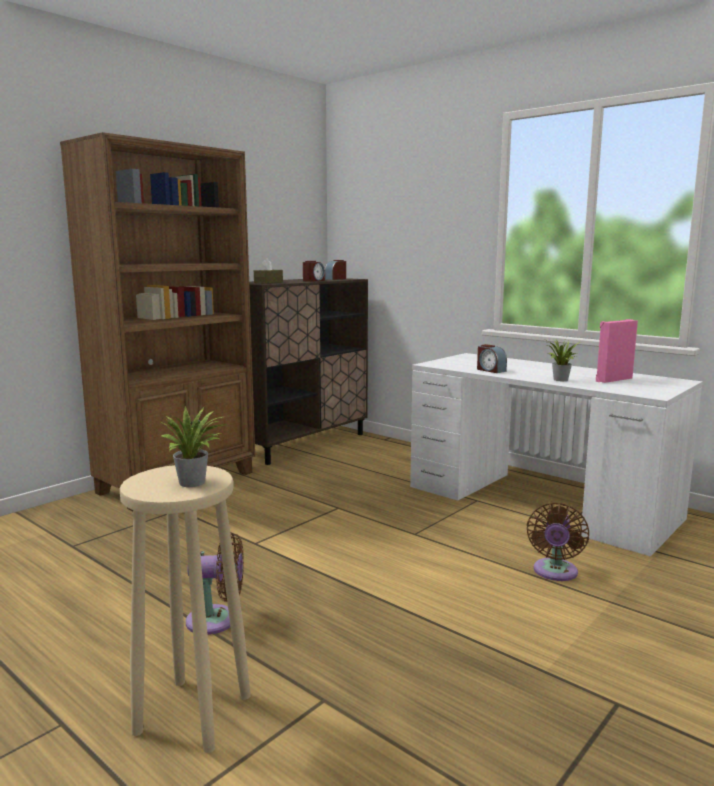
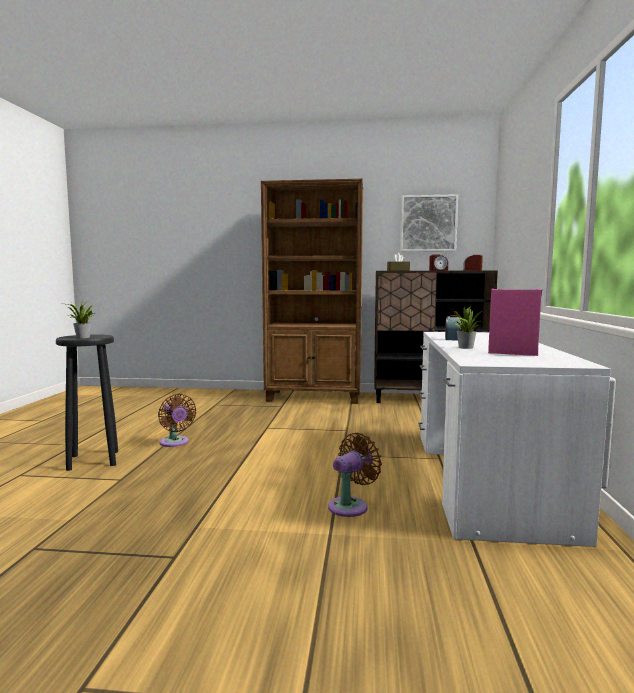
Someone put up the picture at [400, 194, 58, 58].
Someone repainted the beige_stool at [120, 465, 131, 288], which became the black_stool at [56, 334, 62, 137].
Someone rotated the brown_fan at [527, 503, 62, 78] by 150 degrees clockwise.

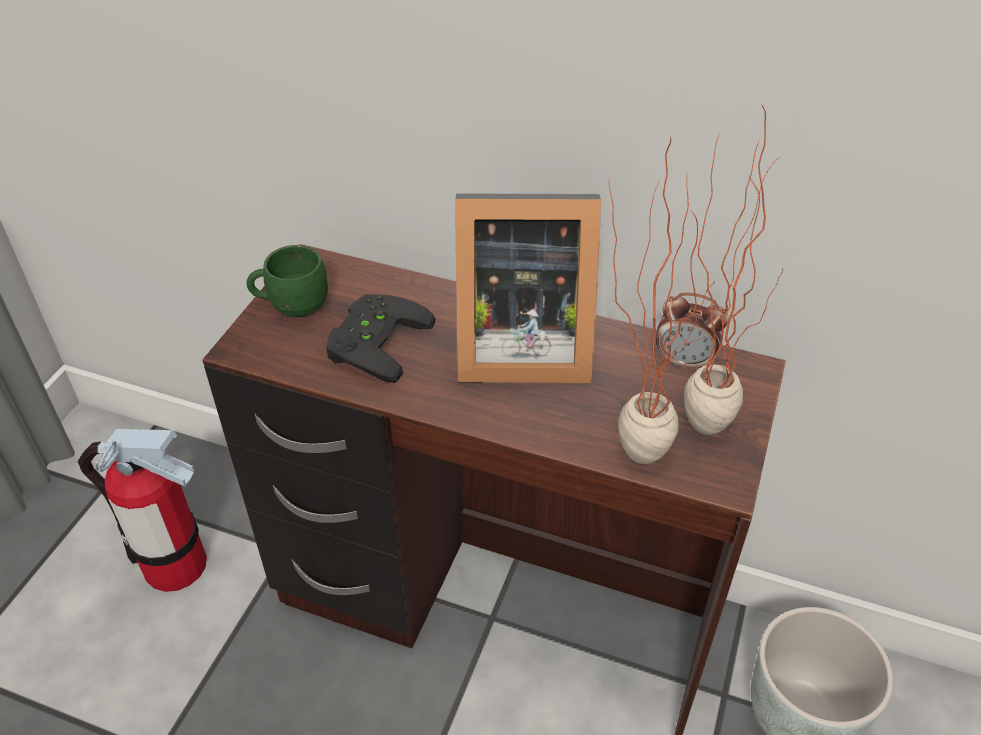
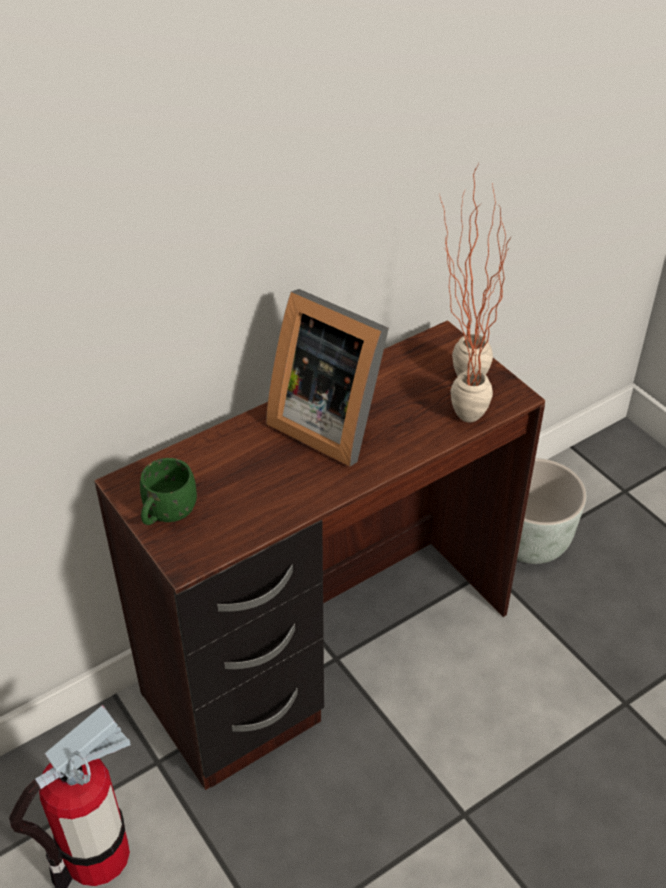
Someone took away the black_game_controller at [326, 294, 110, 89].
Someone took away the alarm_clock at [656, 293, 73, 75].
Someone rotated the picture_frame at [455, 193, 146, 190] by 90 degrees clockwise.

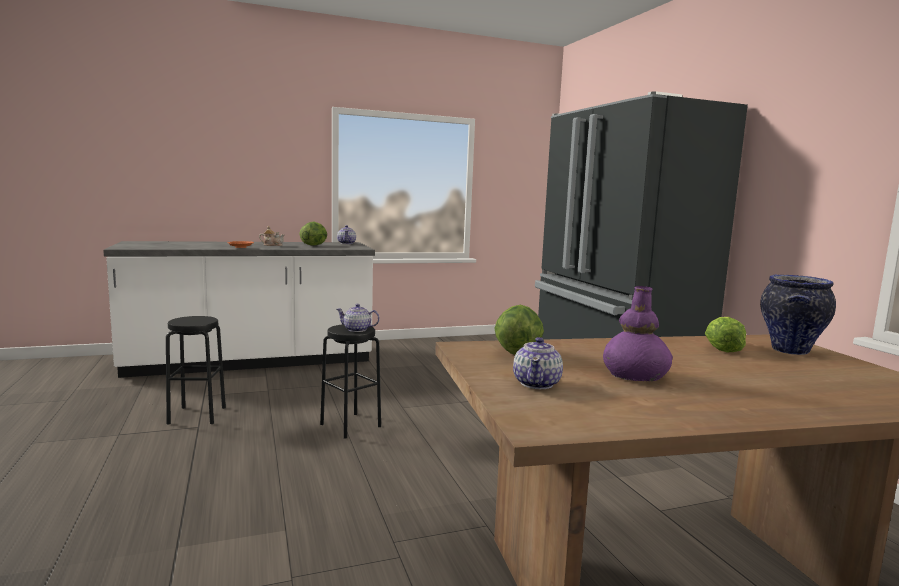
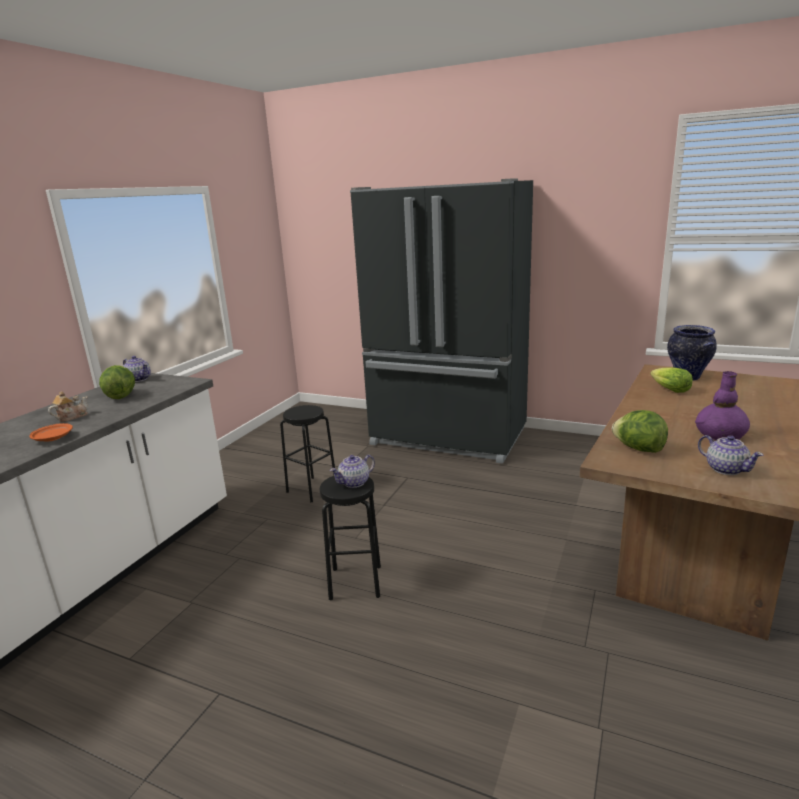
Someone carried the black_stool from [166, 316, 60, 109] to [280, 405, 55, 97].

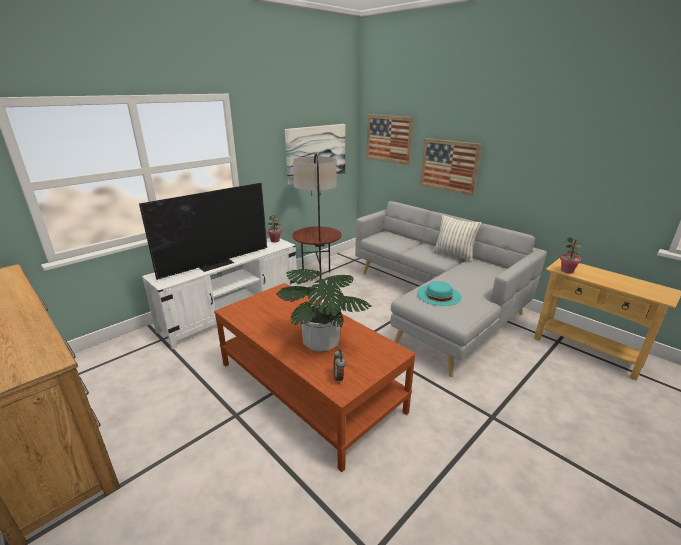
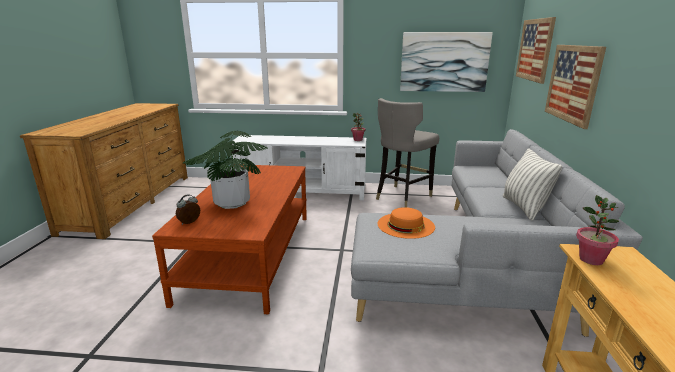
Someone took away the television at [139, 183, 128, 97].
Someone swapped the floor_lamp at [292, 153, 50, 126] for the grey_stool at [376, 98, 63, 109].
Someone repainted the turquoise_hat at [417, 281, 44, 25], which became the orange_hat at [377, 207, 58, 32].

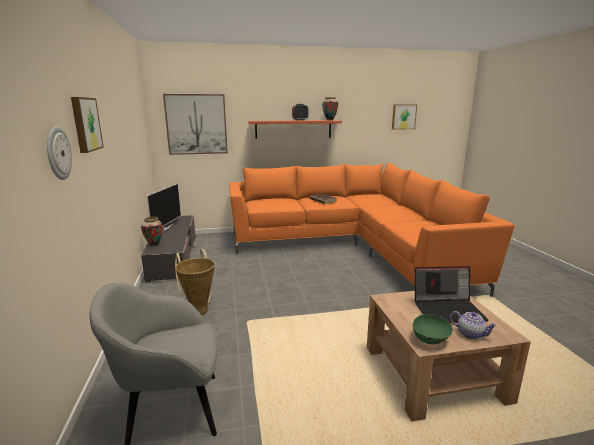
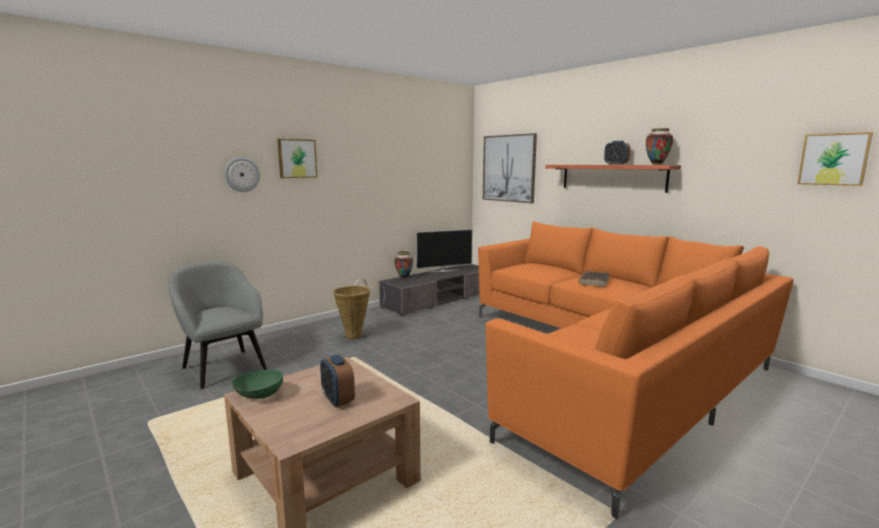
Someone took away the teapot at [450, 311, 48, 28].
Someone swapped the laptop at [415, 266, 73, 57] for the alarm_clock at [320, 355, 35, 52].

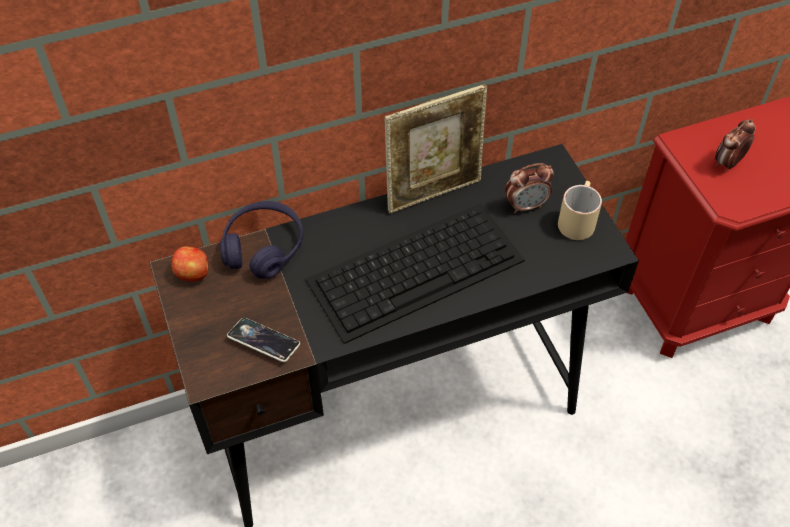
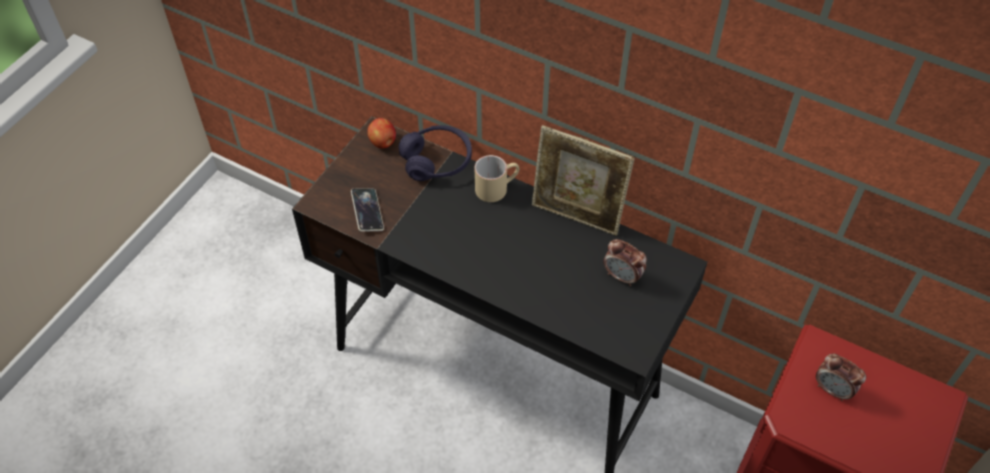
Someone took away the keyboard at [306, 203, 219, 141].
Someone carried the beige_mug from [558, 181, 44, 59] to [475, 155, 44, 47].
Someone rotated the alarm_clock at [715, 119, 41, 53] by 150 degrees counterclockwise.

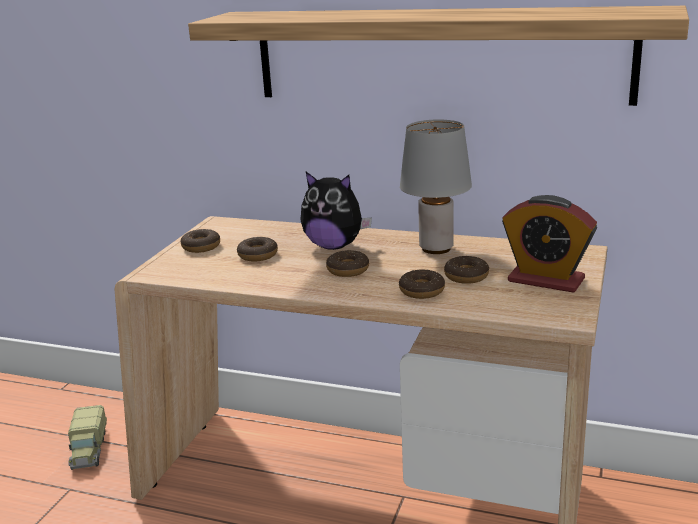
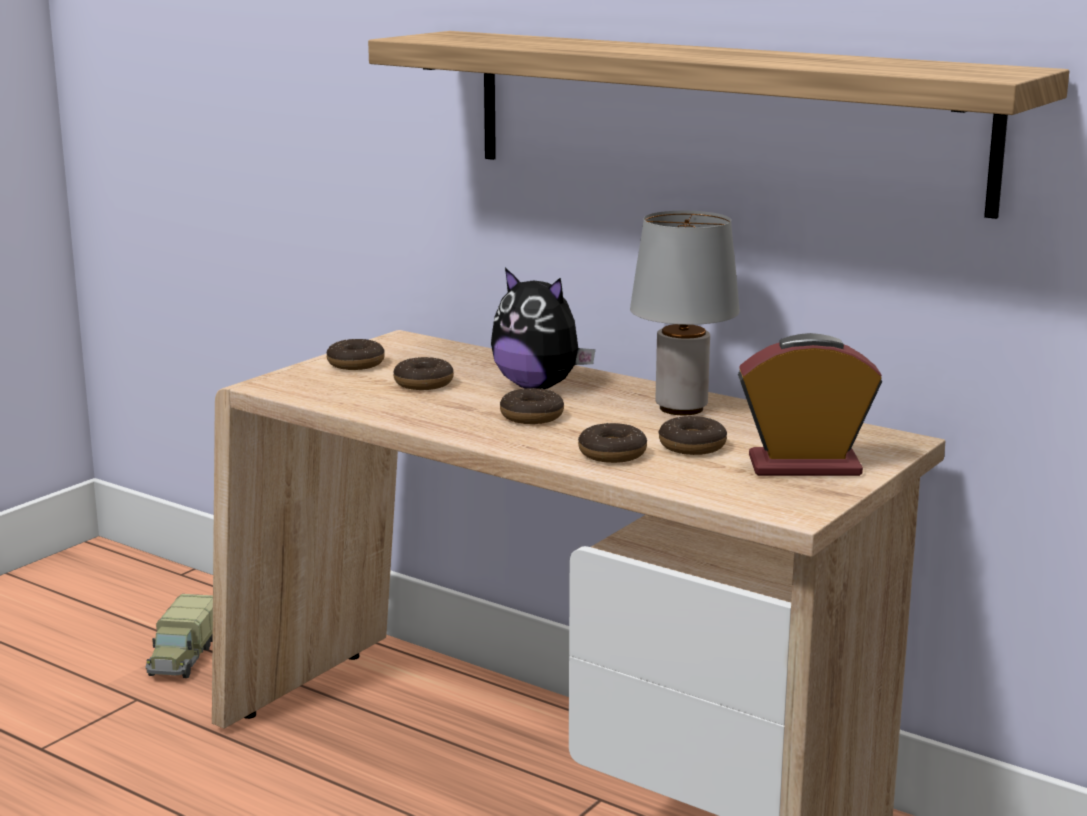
Someone rotated the alarm_clock at [502, 195, 95, 98] by 135 degrees clockwise.

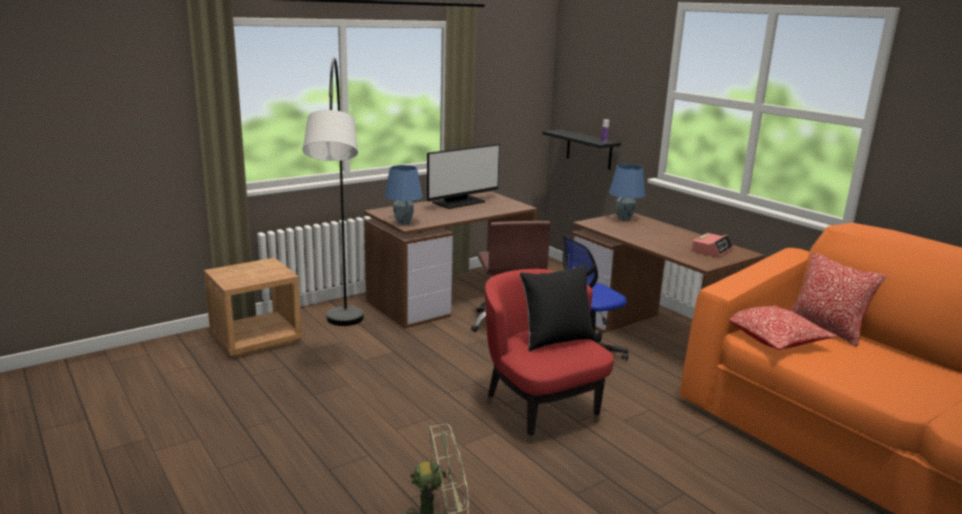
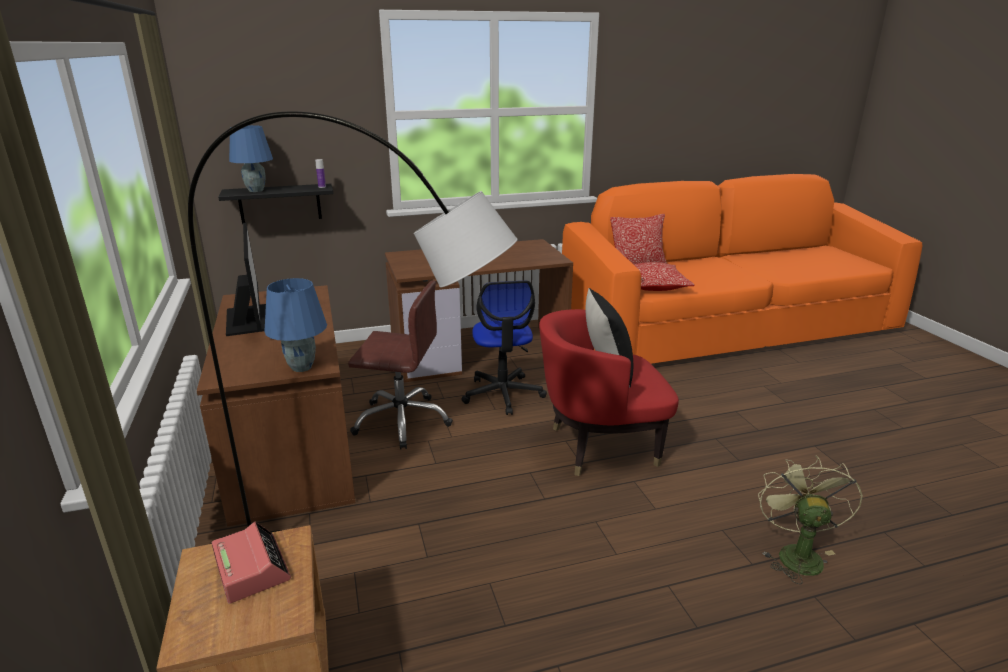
Someone carried the blue_table_lamp from [609, 164, 36, 57] to [229, 125, 44, 67].
Someone carried the alarm_clock from [692, 233, 42, 25] to [212, 522, 79, 82].

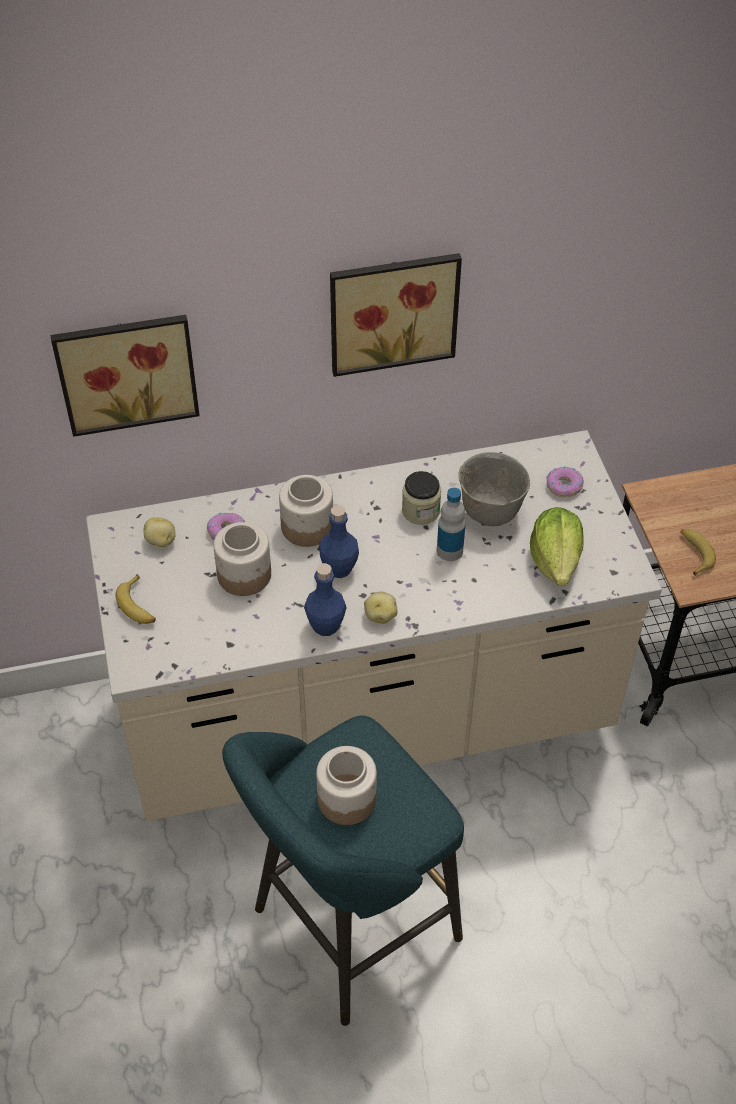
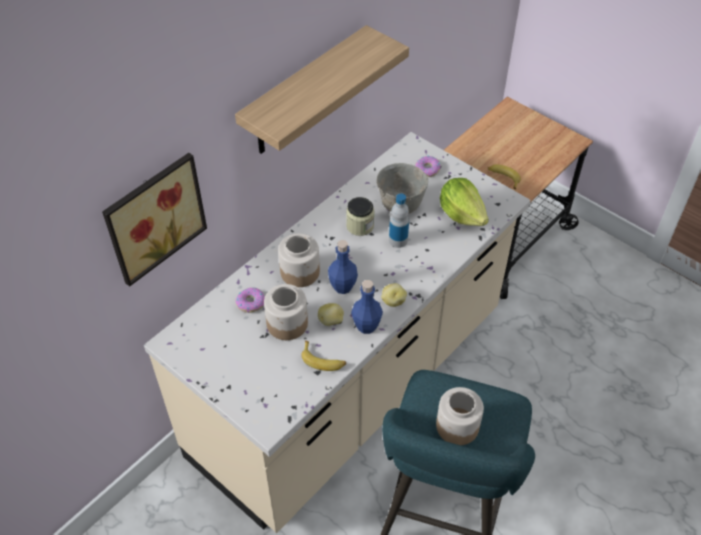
Someone carried the banana from [116, 574, 40, 50] to [301, 341, 45, 30].
Someone carried the potato from [143, 517, 33, 30] to [318, 303, 26, 23].
Someone swapped the picture at [330, 253, 132, 124] for the shelf at [235, 25, 174, 129].

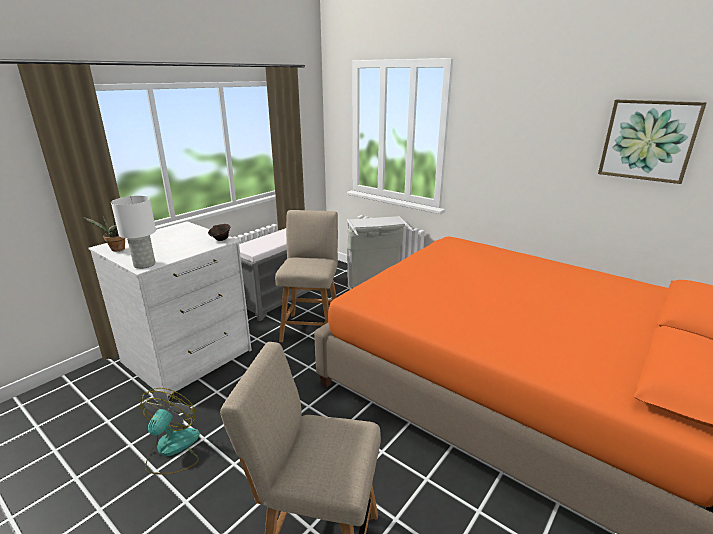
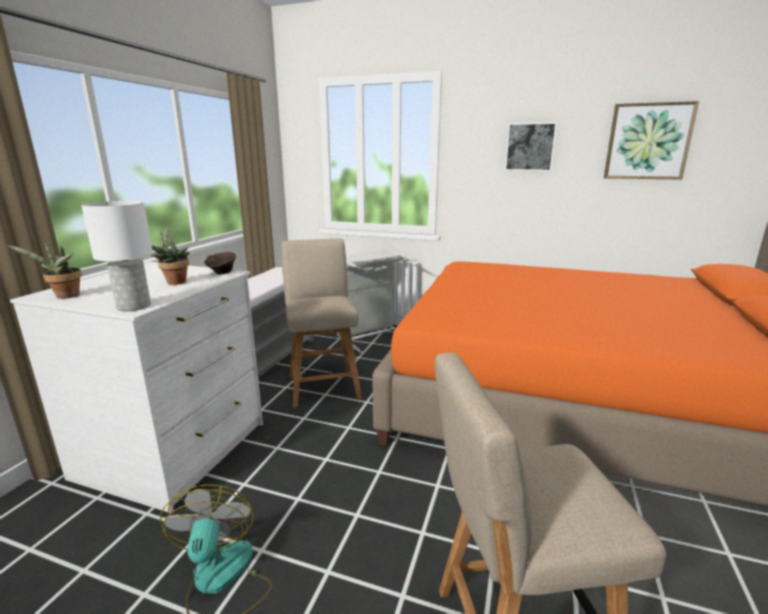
Someone put down the potted_plant at [151, 227, 38, 58].
Someone put up the picture at [504, 122, 53, 49].

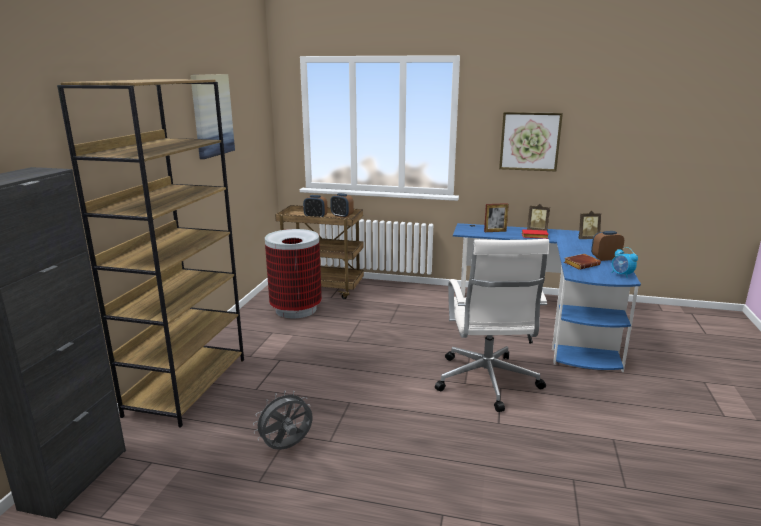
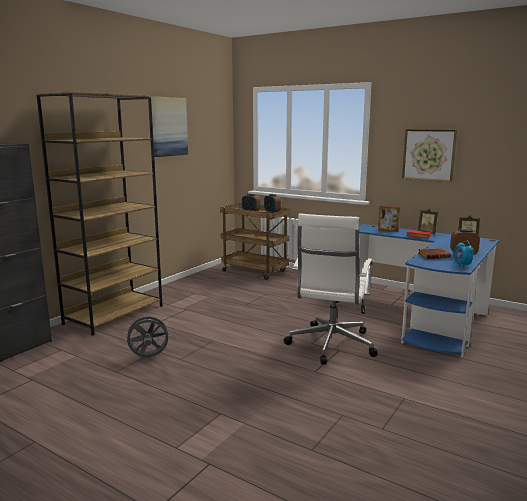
Someone took away the trash_can at [265, 229, 57, 89].

